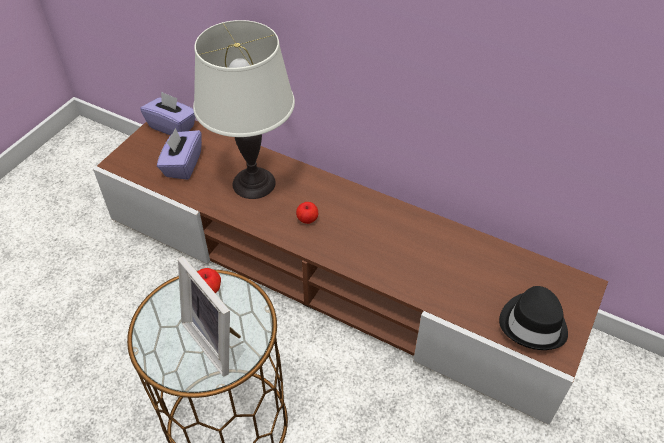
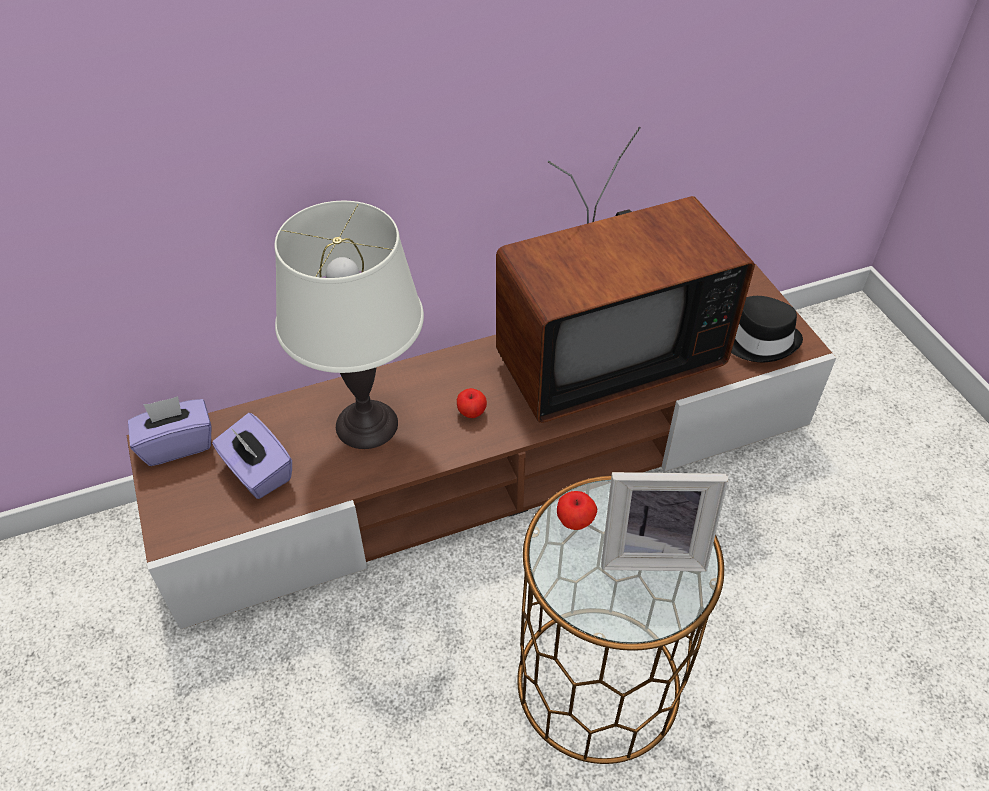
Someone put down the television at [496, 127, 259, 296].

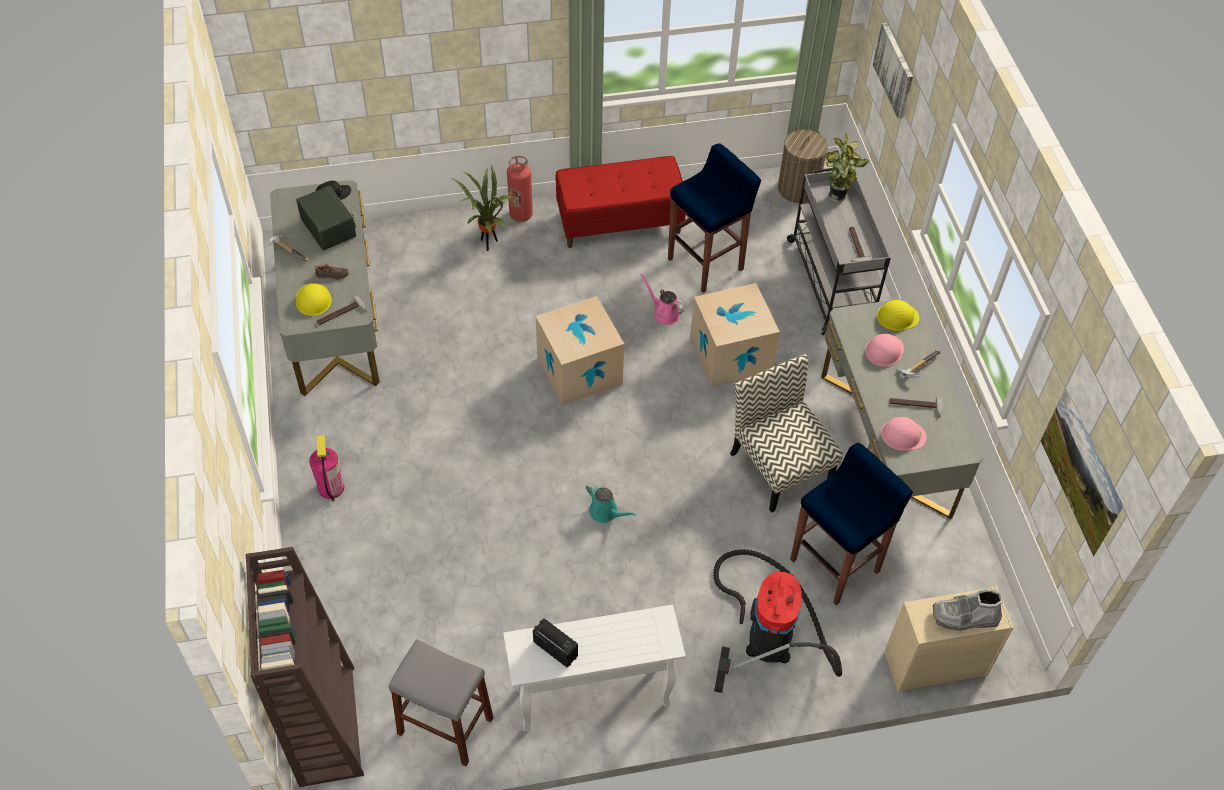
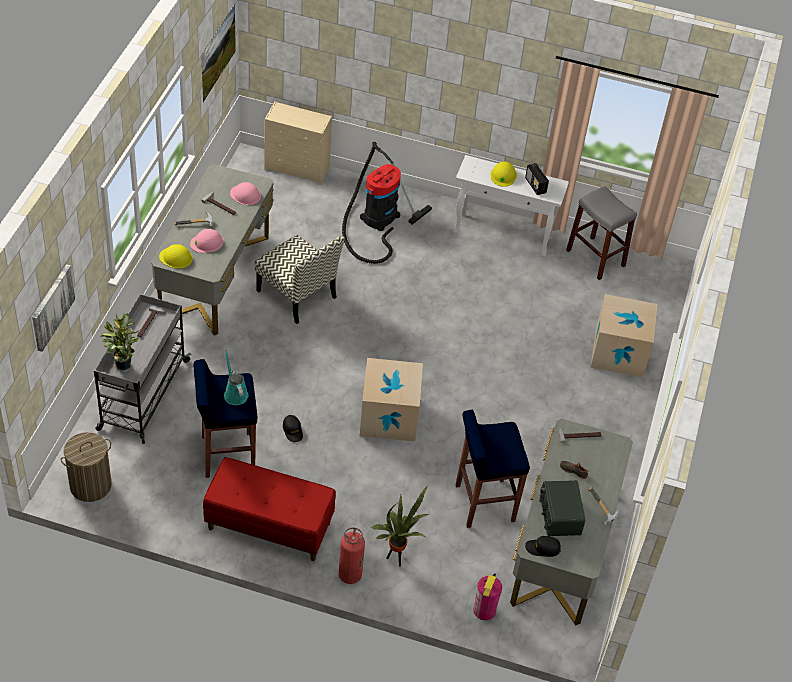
Someone took away the brown_bookcase at [245, 547, 119, 240].
Someone took away the grey_boot at [933, 589, 71, 42].
Someone carried the yellow_hard_hat from [296, 283, 36, 33] to [491, 161, 26, 26].
Someone carried the fire_extinguisher from [309, 435, 35, 66] to [473, 573, 29, 47].
Someone carried the turquoise_watering_can from [586, 483, 50, 40] to [224, 350, 24, 55].
Someone carried the cardboard_box from [690, 283, 90, 104] to [590, 294, 68, 84].
Someone carried the blue_stool from [790, 443, 123, 162] to [456, 410, 74, 118].
Someone swapped the pink_watering_can at [640, 273, 44, 52] for the black_cap at [283, 415, 20, 27].
Someone rotated the chair at [730, 354, 113, 159] by 45 degrees counterclockwise.

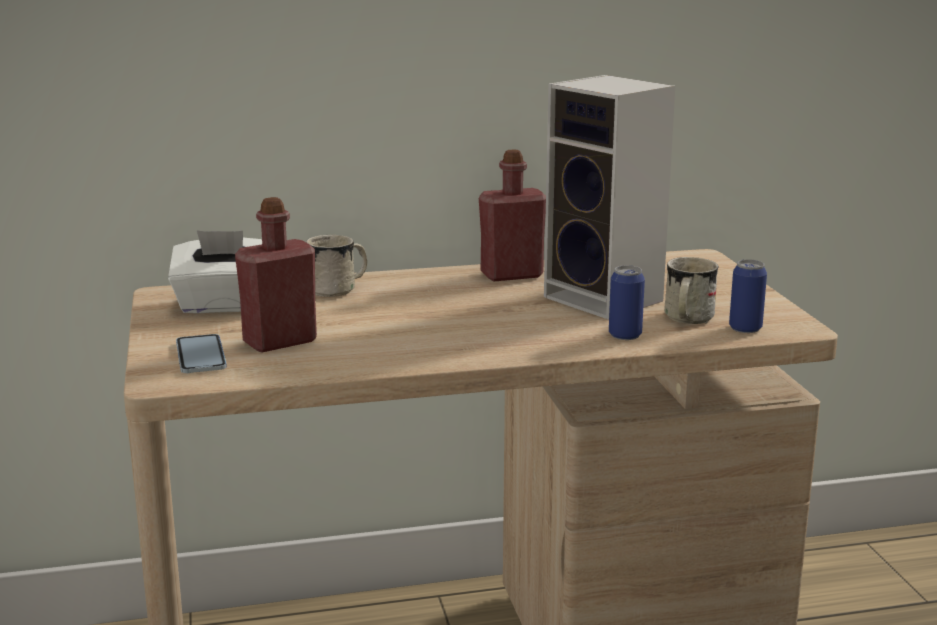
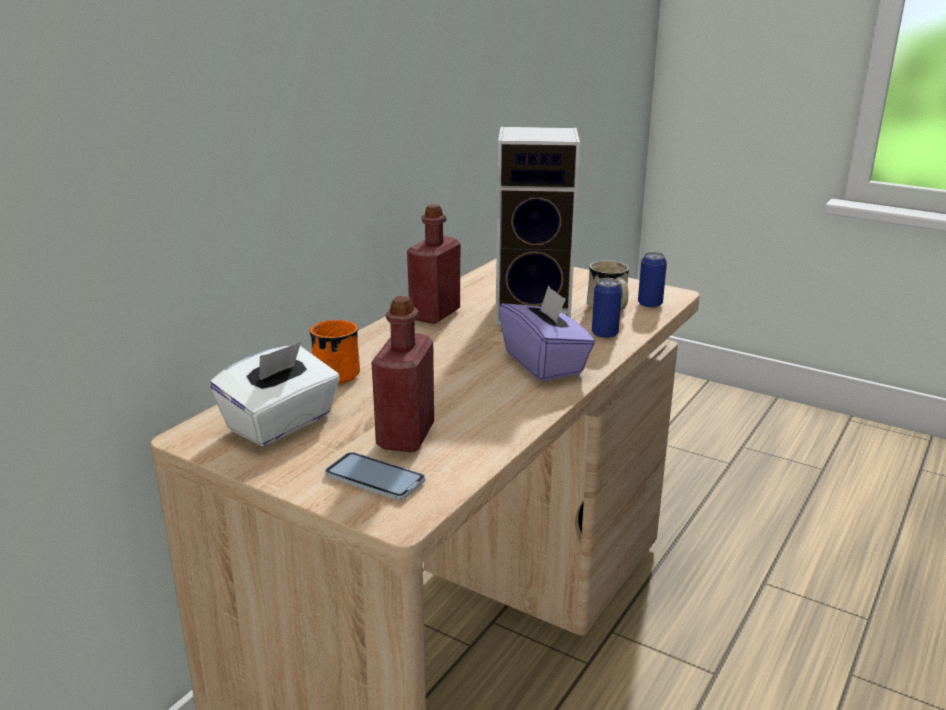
Someone put down the purple_tissue_box at [499, 285, 96, 96].
Someone repainted the white_mug at [306, 235, 61, 62], which became the orange_mug at [310, 320, 50, 64].

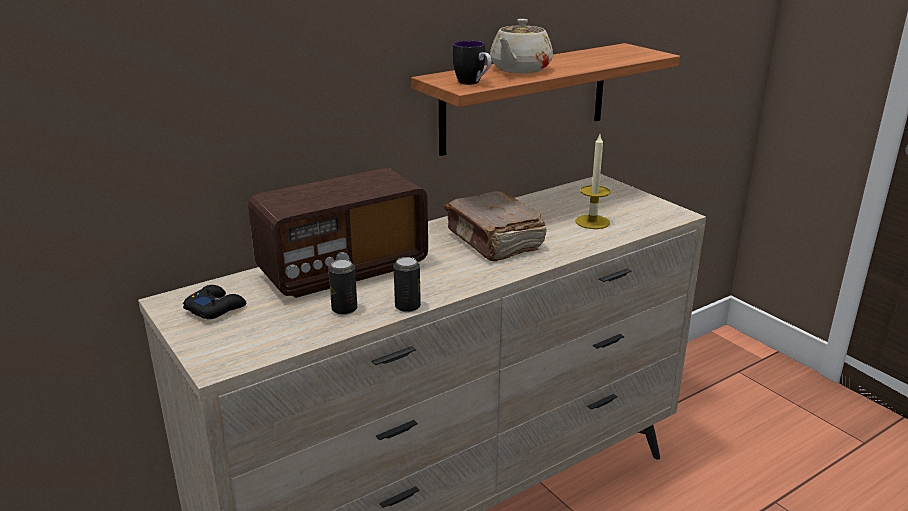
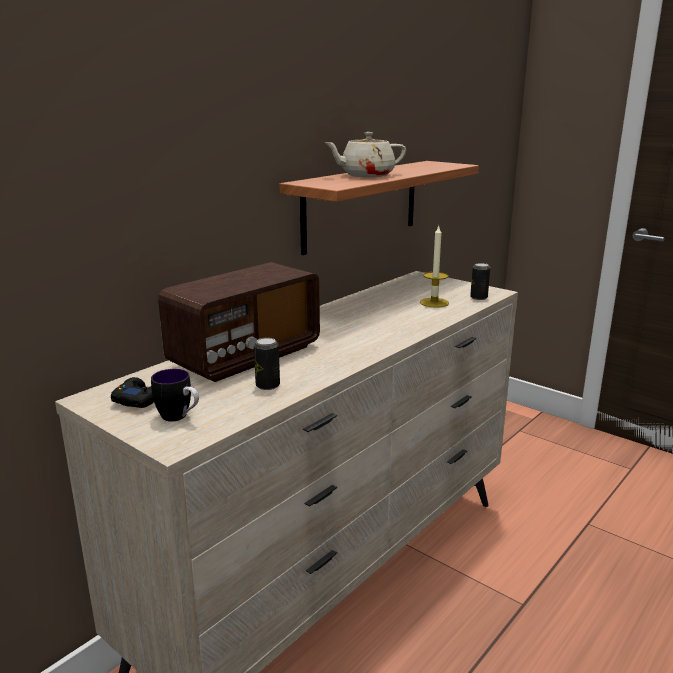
Someone took away the brown_book at [444, 191, 103, 70].
Someone carried the can from [394, 257, 27, 55] to [470, 263, 20, 37].
Someone carried the mug from [453, 41, 39, 44] to [151, 369, 48, 53].
Someone rotated the beige_teapot at [490, 19, 63, 54] by 60 degrees clockwise.

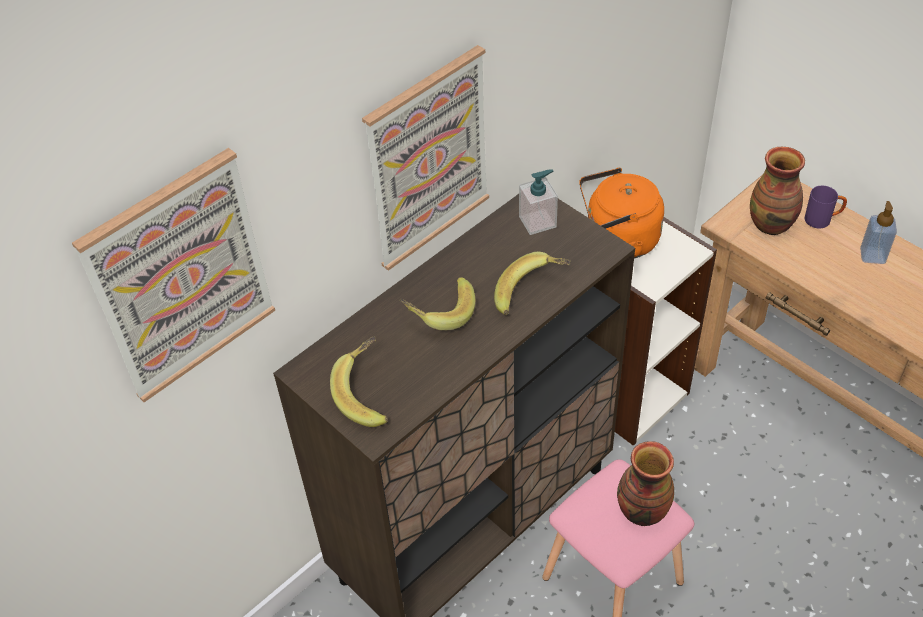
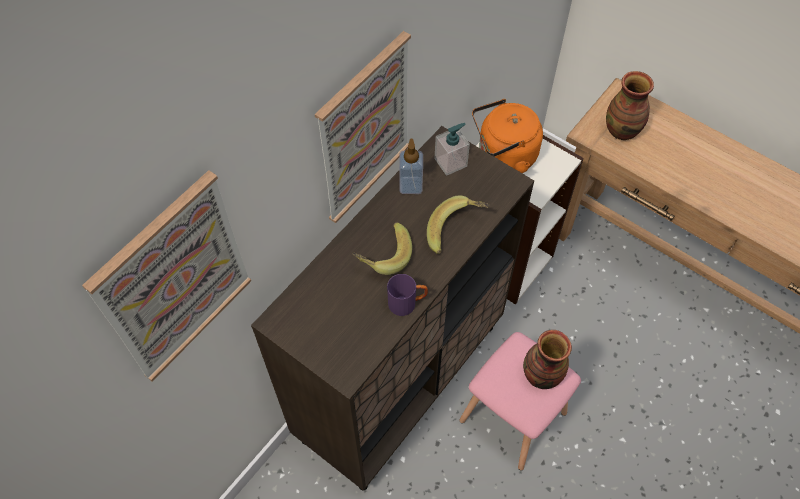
Someone took away the banana at [330, 336, 58, 91].
Someone carried the purple_mug from [805, 186, 42, 43] to [387, 274, 41, 42].
Someone carried the soap_dispenser from [860, 201, 37, 63] to [399, 139, 24, 55].

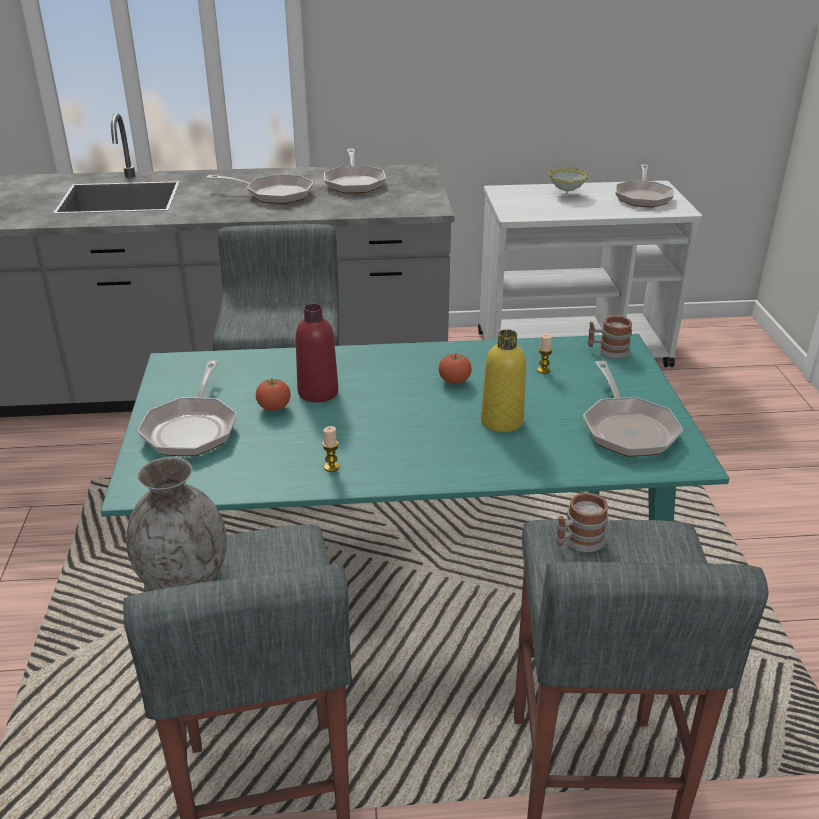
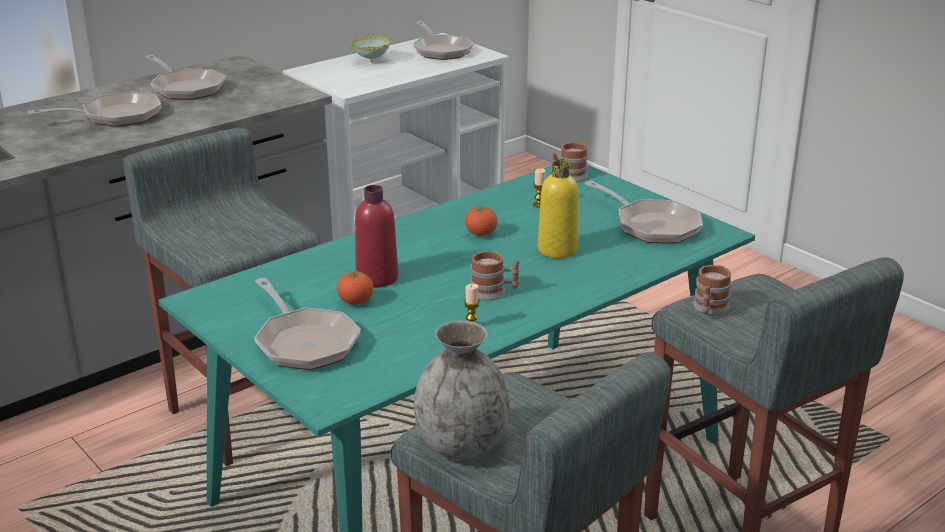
Someone put down the mug at [470, 251, 50, 49].

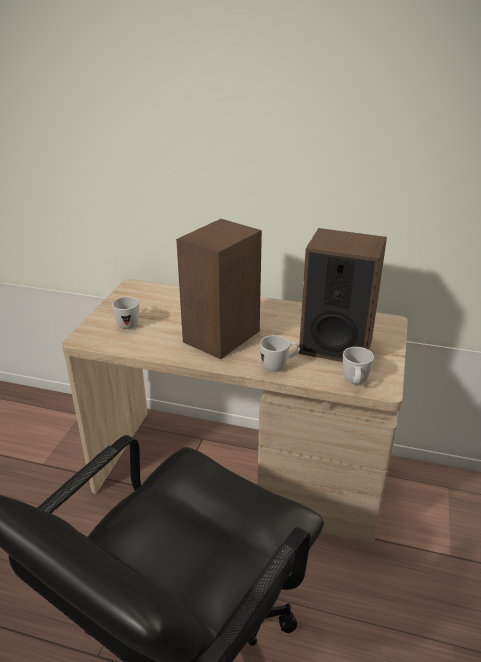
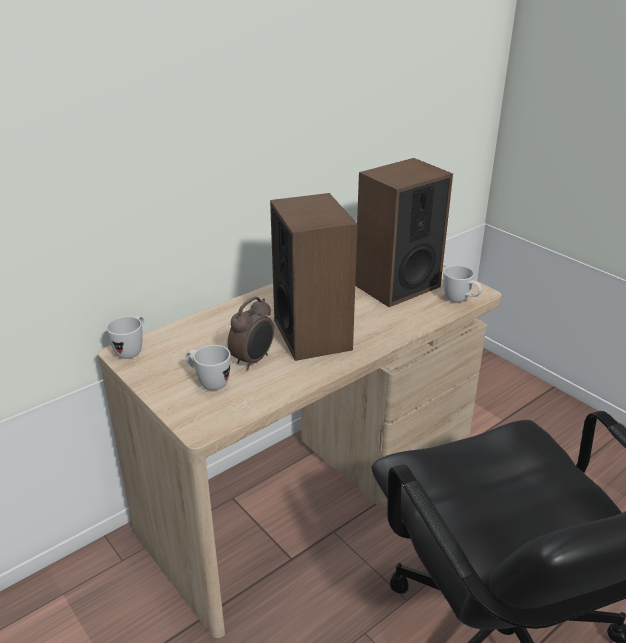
Someone put down the alarm_clock at [228, 296, 46, 74].
Someone carried the white_mug from [260, 335, 40, 37] to [106, 316, 38, 43].

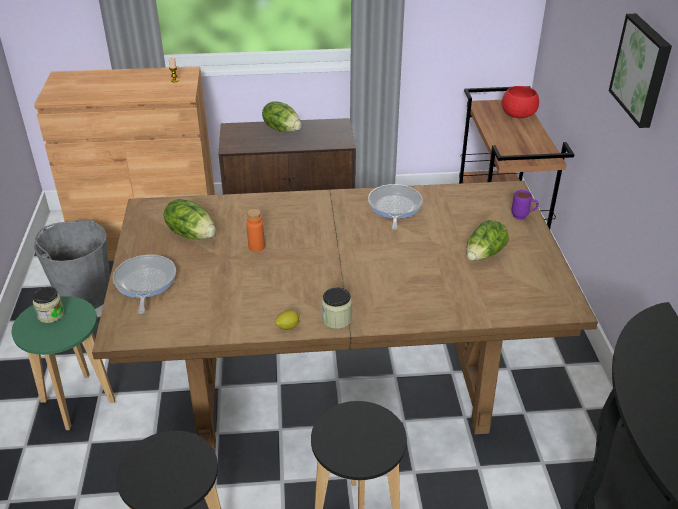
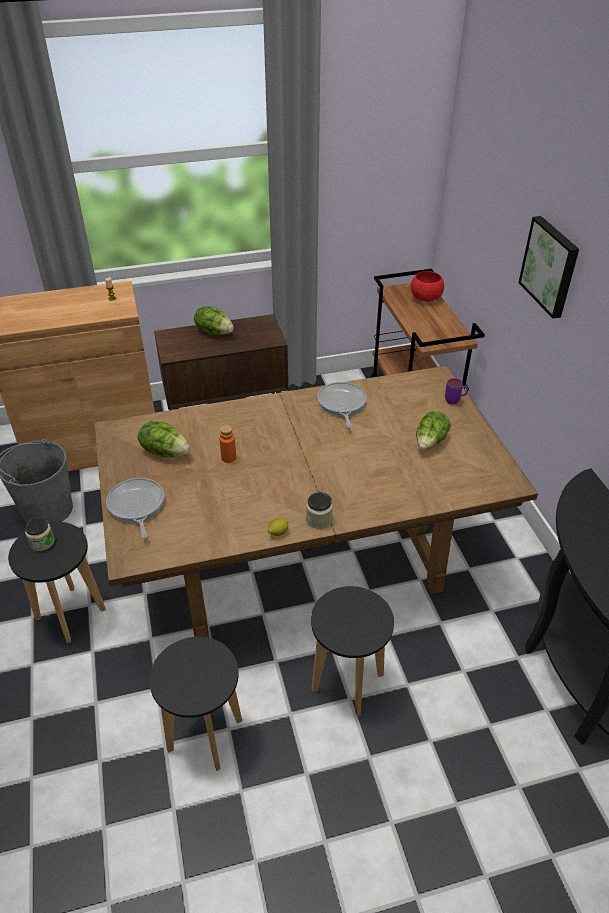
Someone repainted the green_stool at [12, 296, 103, 134], which became the black_stool at [8, 522, 98, 121].

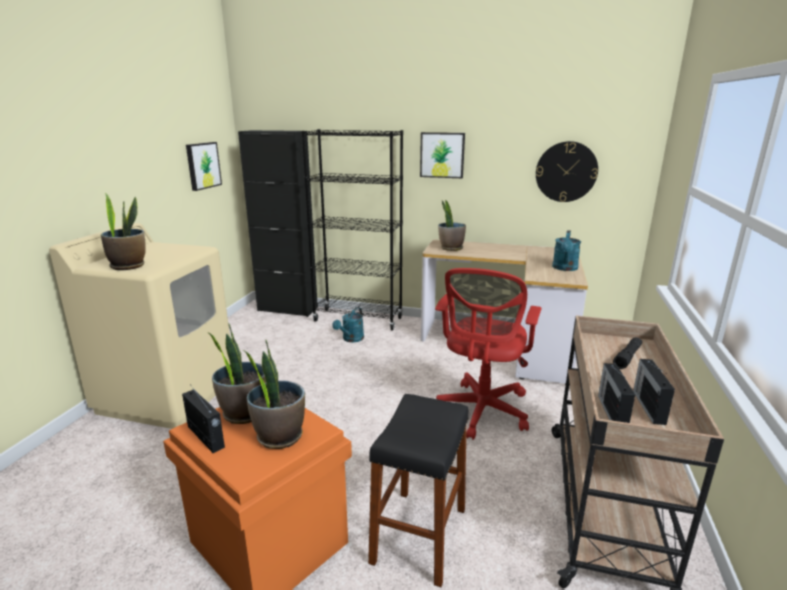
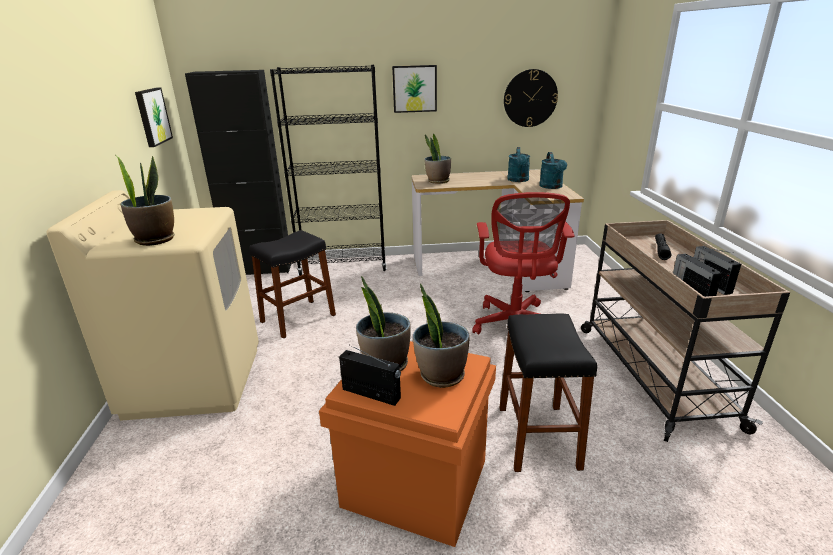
Someone put down the black_stool at [249, 230, 87, 109].
Someone carried the turquoise_watering_can from [332, 307, 32, 35] to [507, 147, 23, 35].

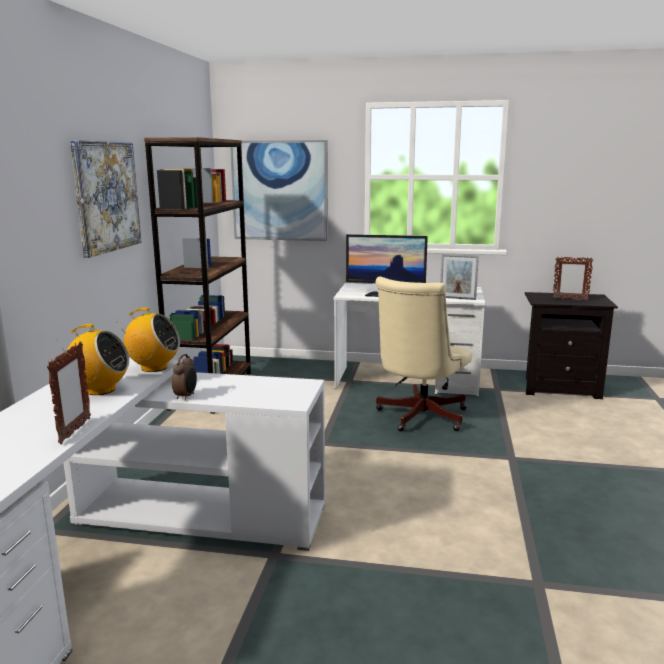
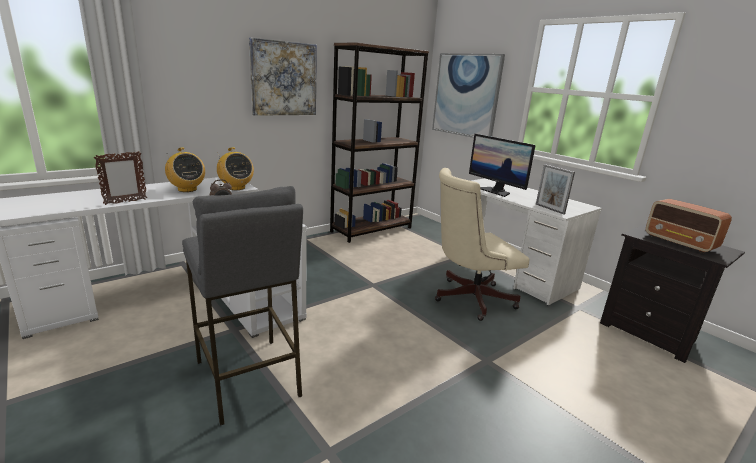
Someone put down the grey_stool at [182, 186, 121, 240].
Someone swapped the picture_frame at [553, 257, 40, 44] for the radio at [646, 199, 86, 54].

